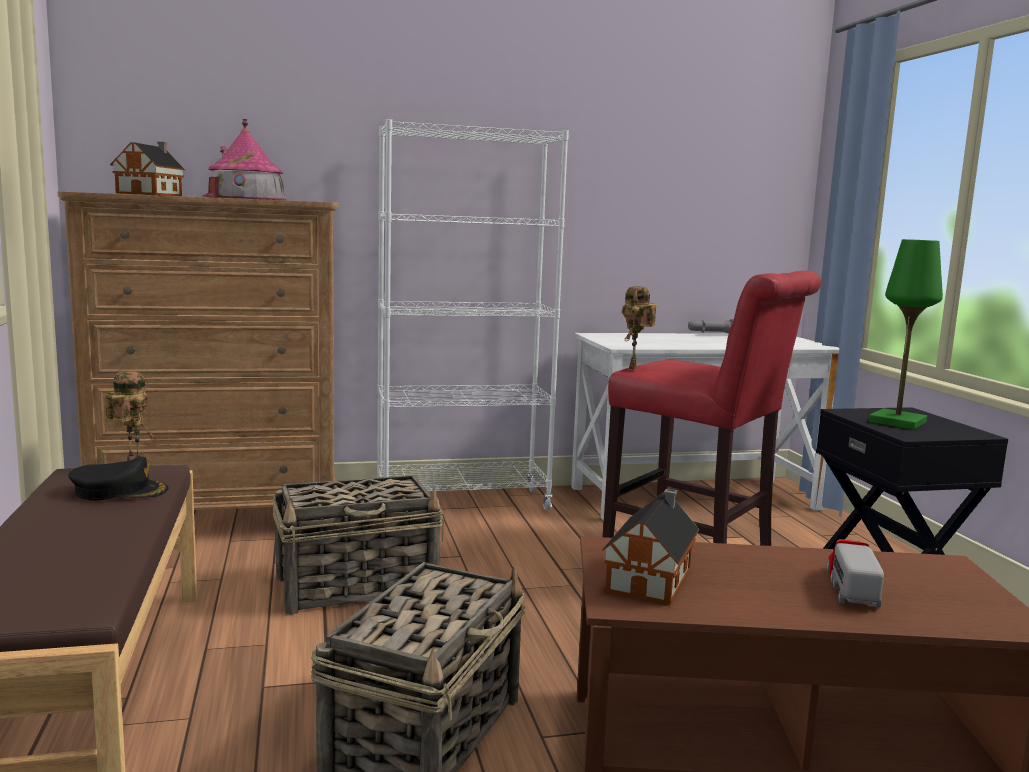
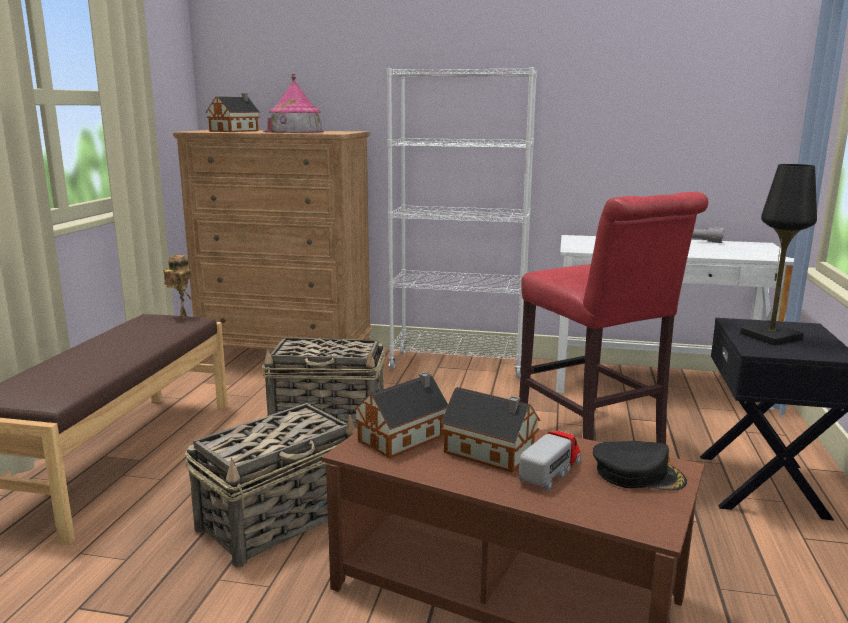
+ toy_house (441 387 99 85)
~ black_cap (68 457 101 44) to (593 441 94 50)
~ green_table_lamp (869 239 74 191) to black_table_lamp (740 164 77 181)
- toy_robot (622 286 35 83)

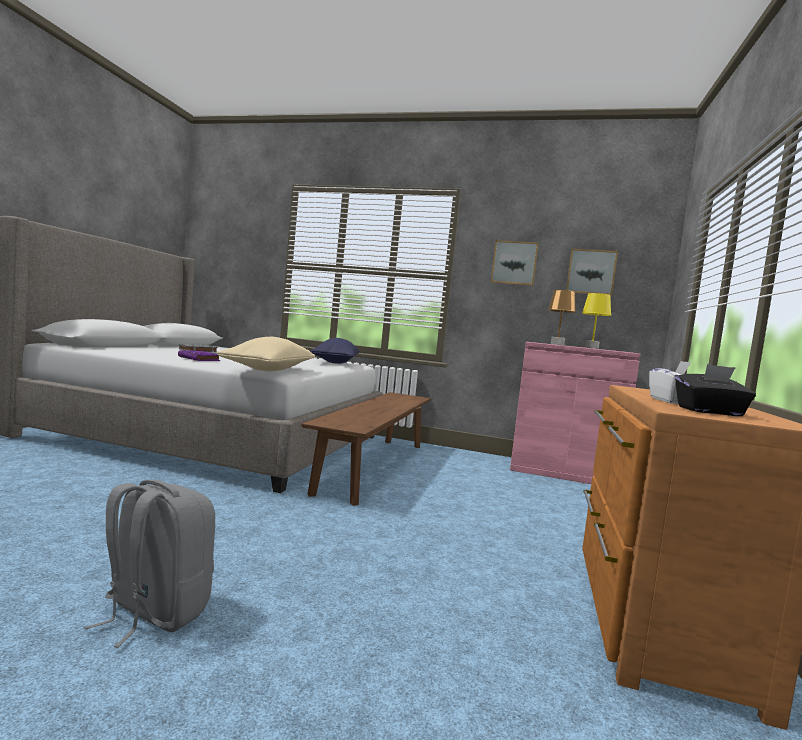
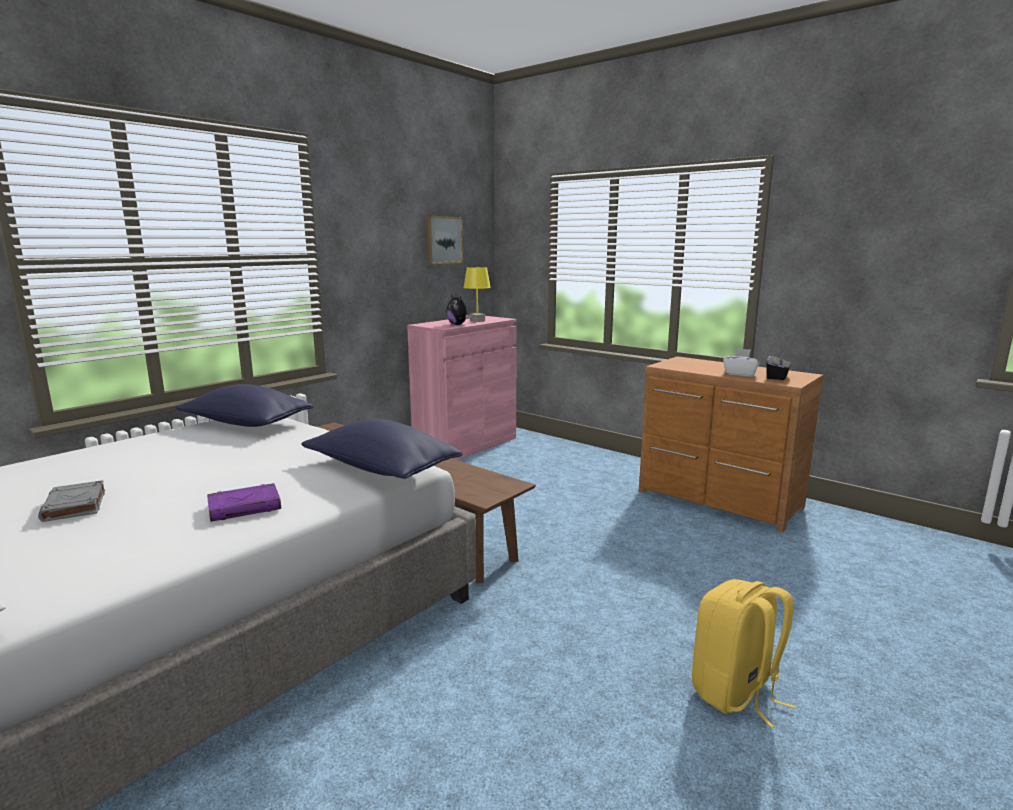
~ beige_pillow (217 337 98 34) to blue_pillow (301 419 162 60)
~ brown_table_lamp (548 290 28 55) to plush_toy (446 295 24 30)
~ grey_backpack (84 480 131 168) to yellow_backpack (692 579 103 149)
- picture (491 240 48 46)

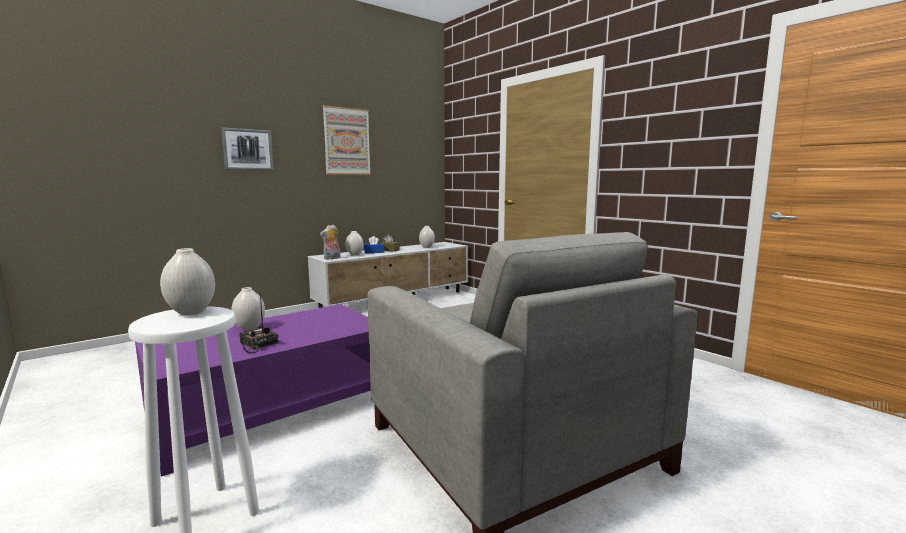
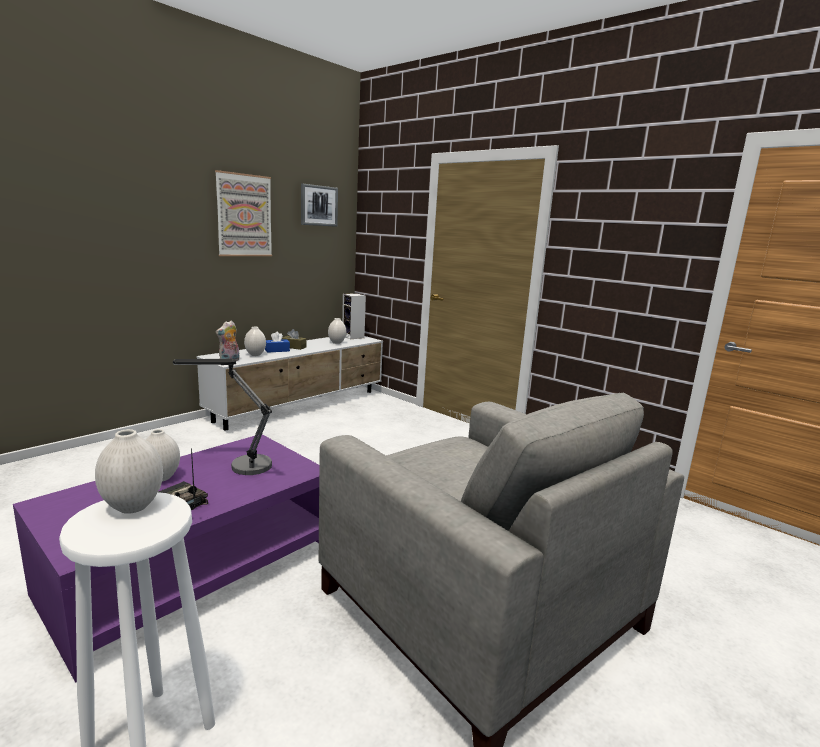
+ table_lamp (173 359 99 116)
~ picture (221 127 53 43) to (301 183 37 44)
+ speaker (342 293 24 46)

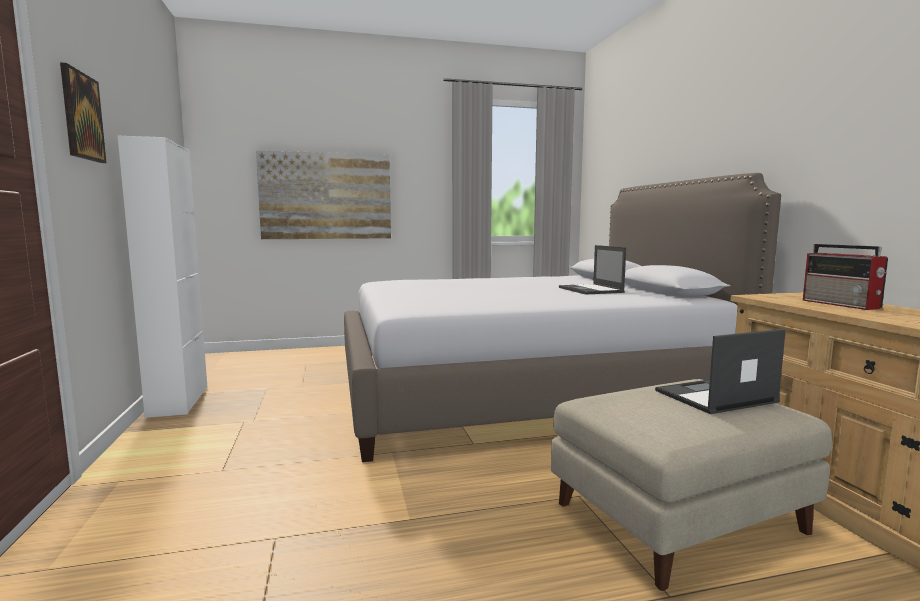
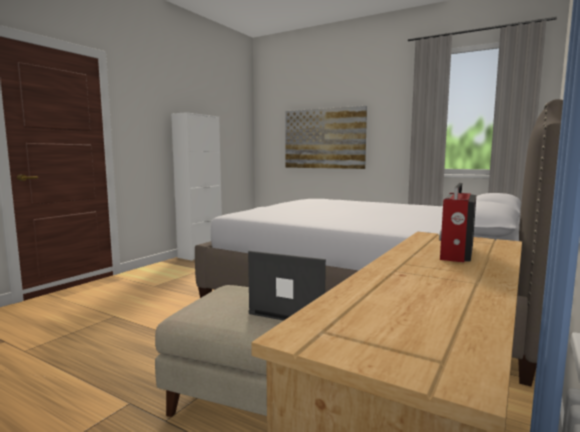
- picture (60 63 47 100)
- laptop (559 245 67 50)

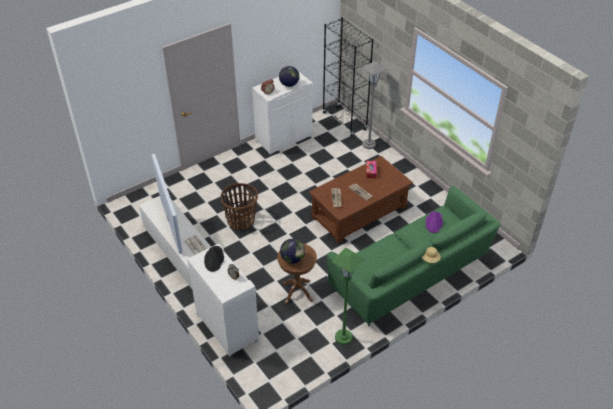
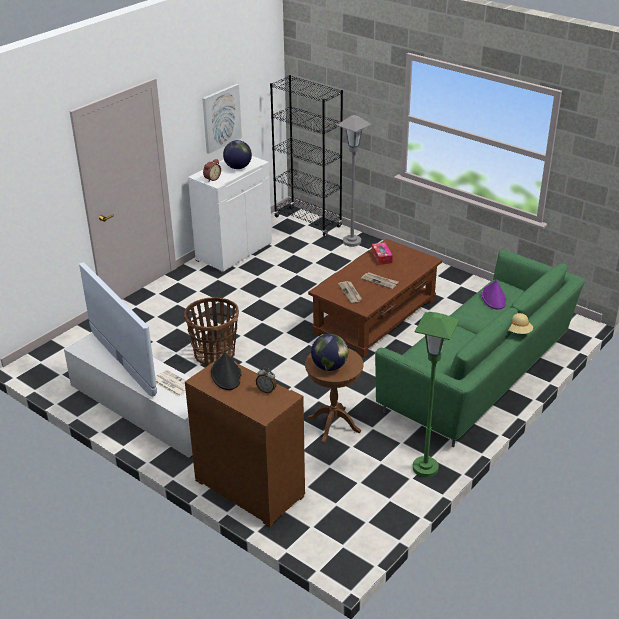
~ white_cabinet (187 244 72 113) to brown_cabinet (185 358 120 169)
+ picture (202 84 40 70)

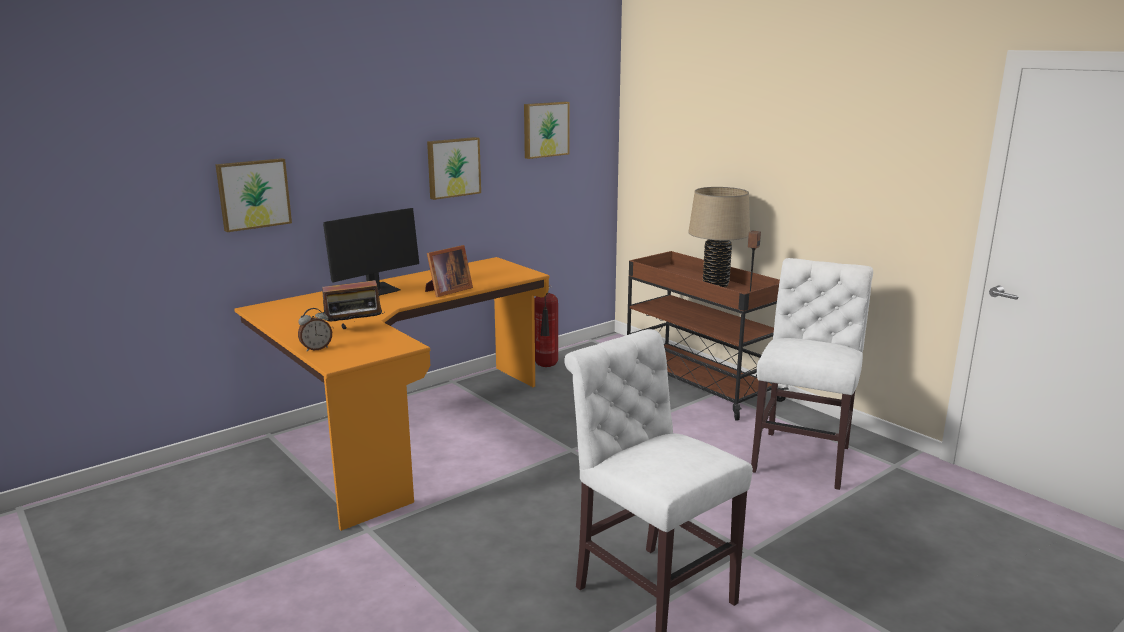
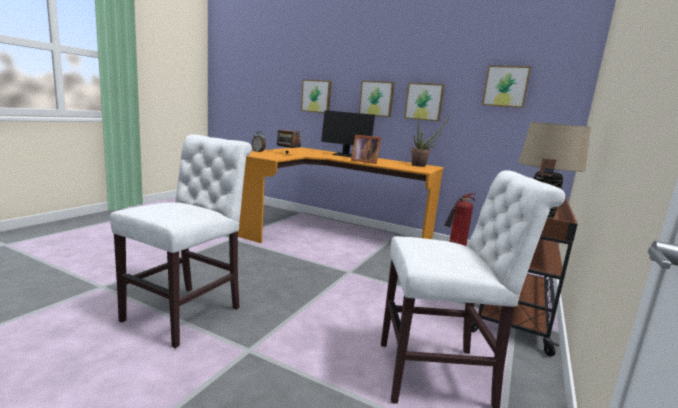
+ picture (359 81 35 36)
+ potted_plant (411 116 39 51)

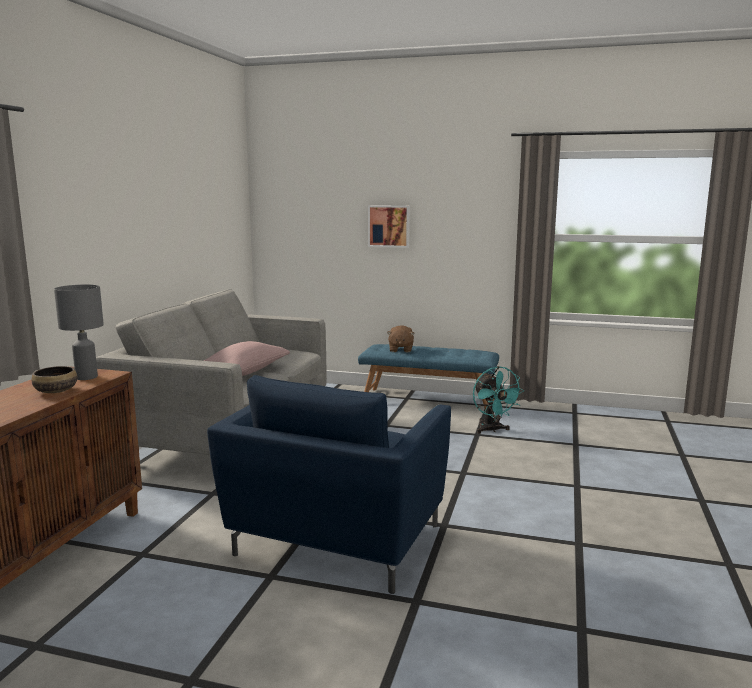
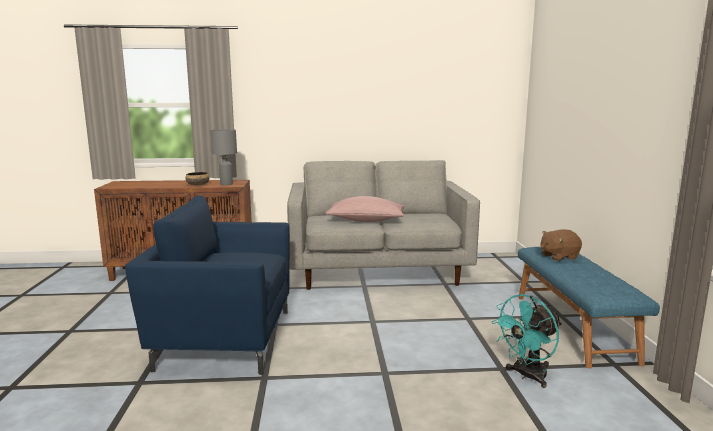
- picture (368 205 42 43)

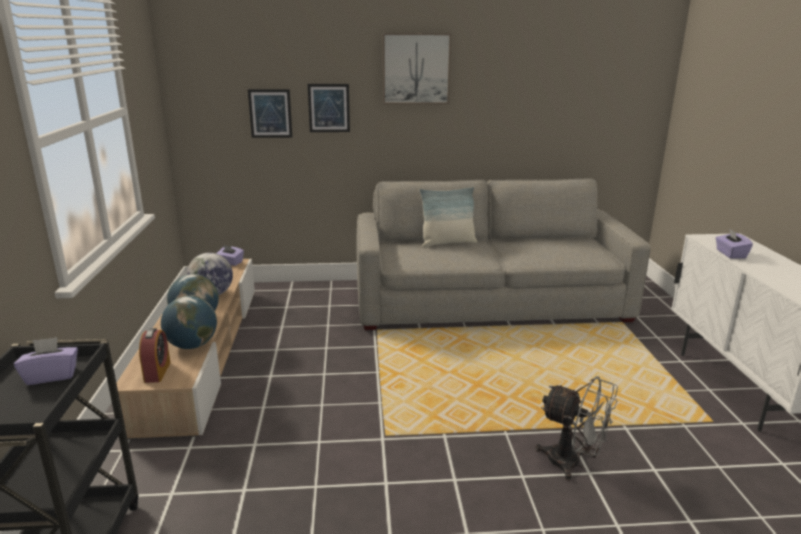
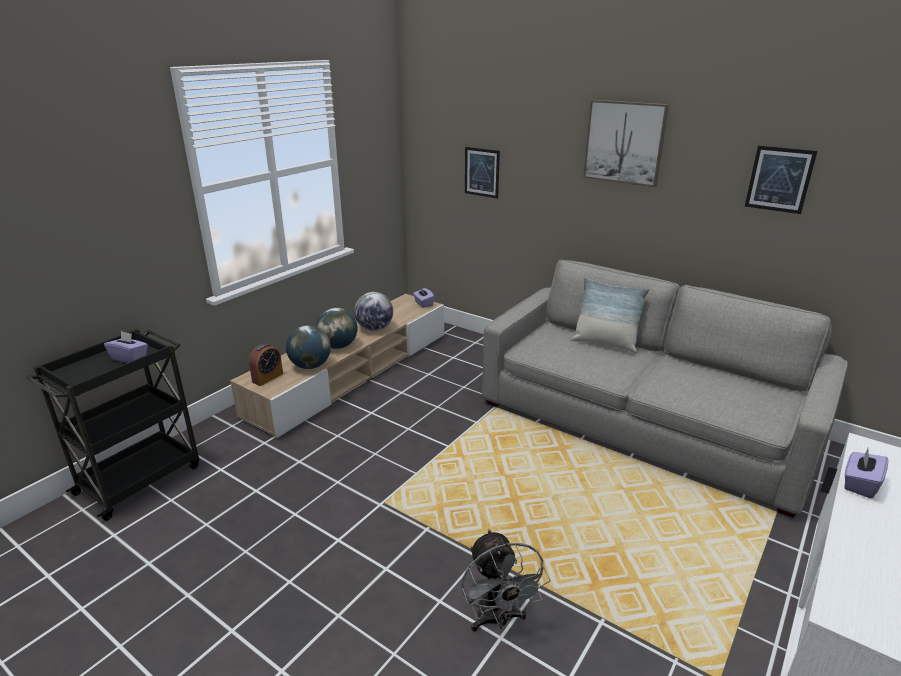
~ picture (308 84 42 48) to (745 146 72 68)

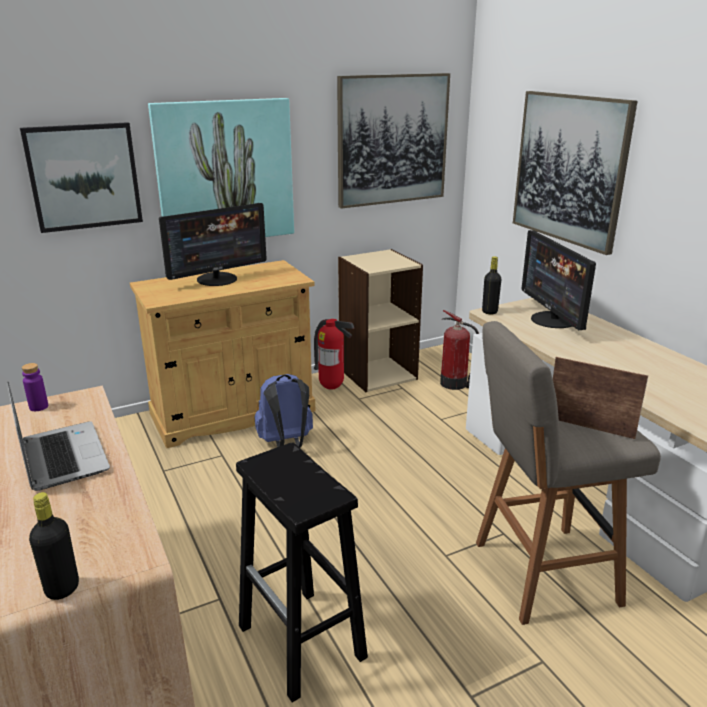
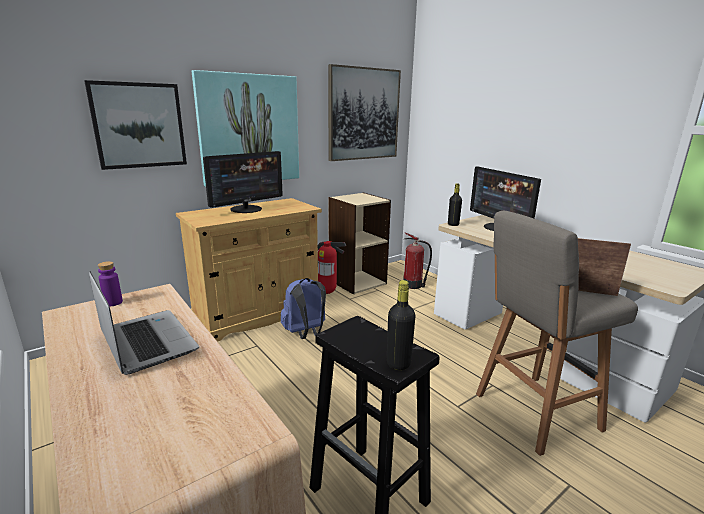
~ black_bottle (29 492 50 108) to (387 280 28 90)
- picture (513 91 125 164)

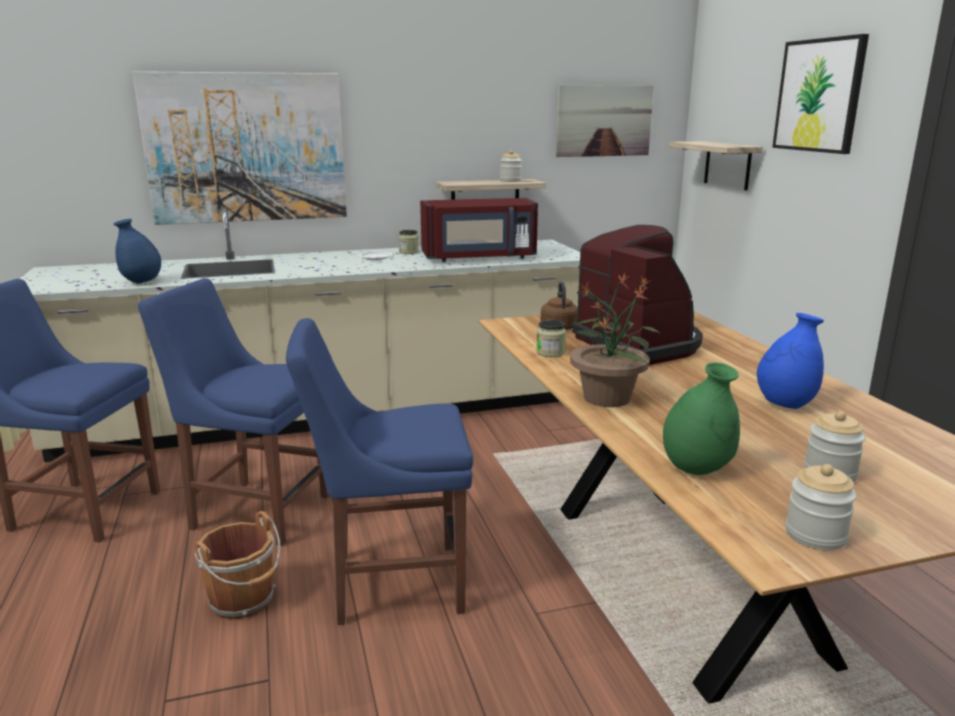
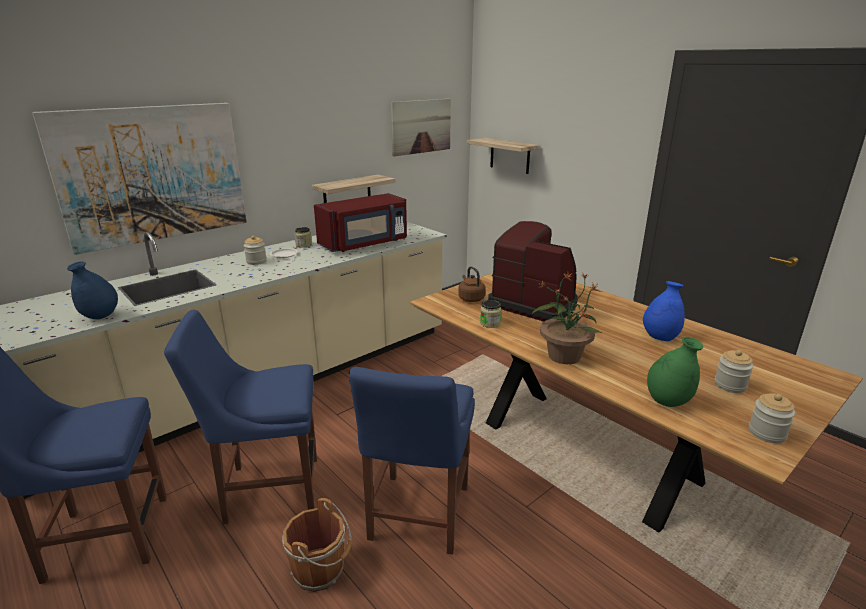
~ jar (500 150 22 32) to (244 236 23 29)
~ blue_chair (286 318 187 307) = (349 367 126 188) 45 degrees counterclockwise
- picture (772 34 97 120)

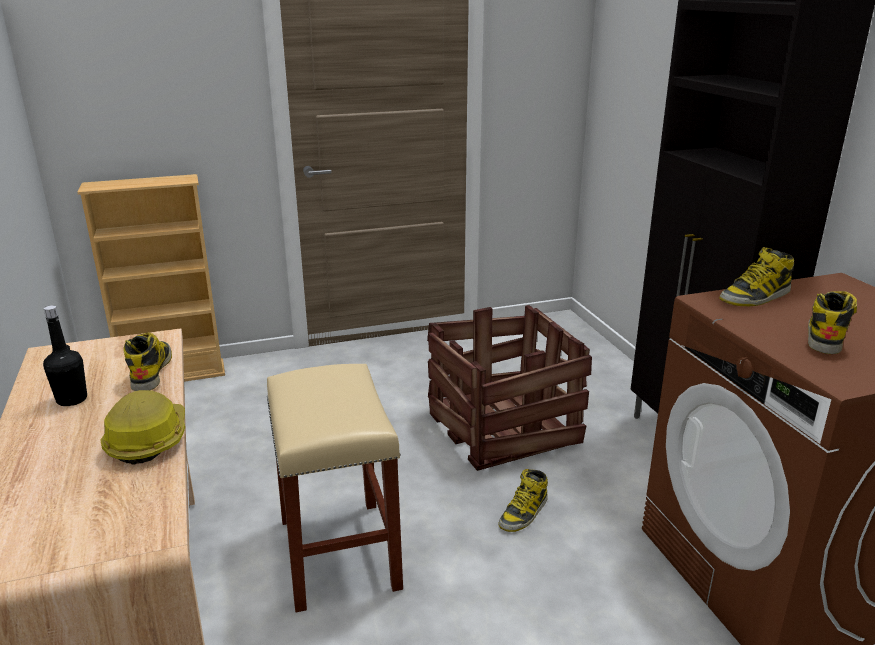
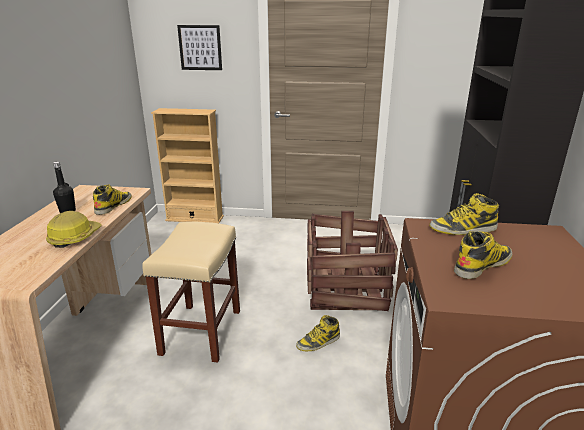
+ picture (177 25 45 45)

